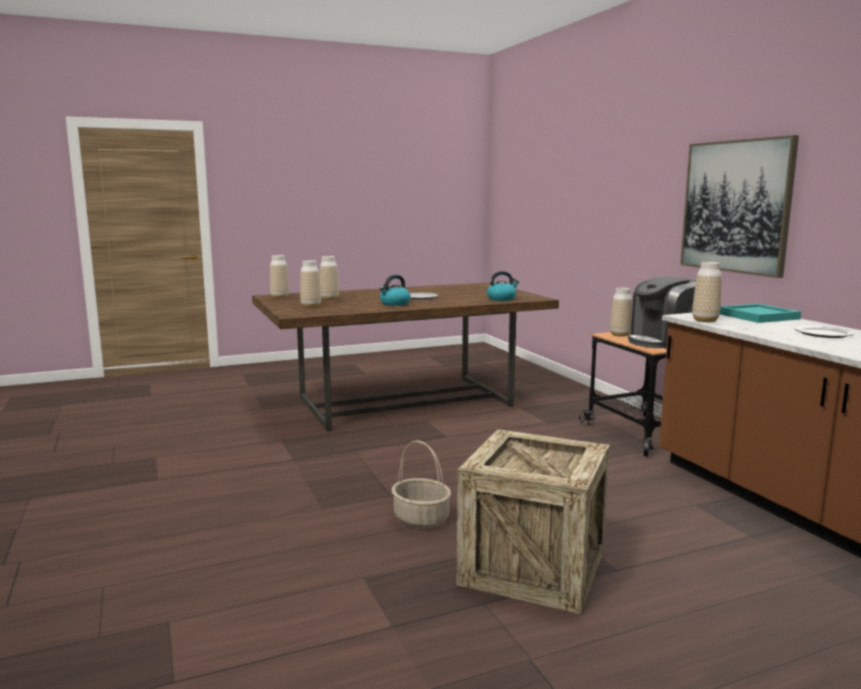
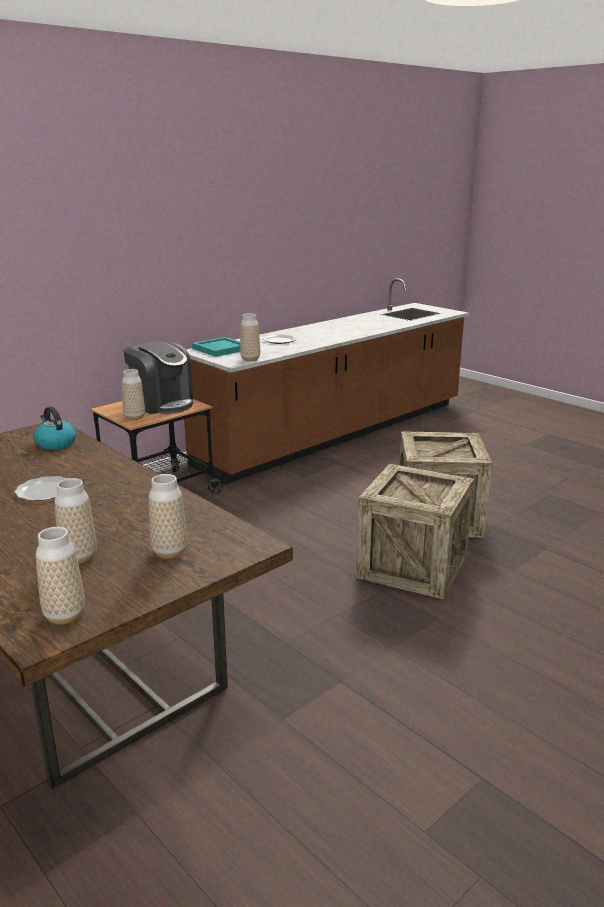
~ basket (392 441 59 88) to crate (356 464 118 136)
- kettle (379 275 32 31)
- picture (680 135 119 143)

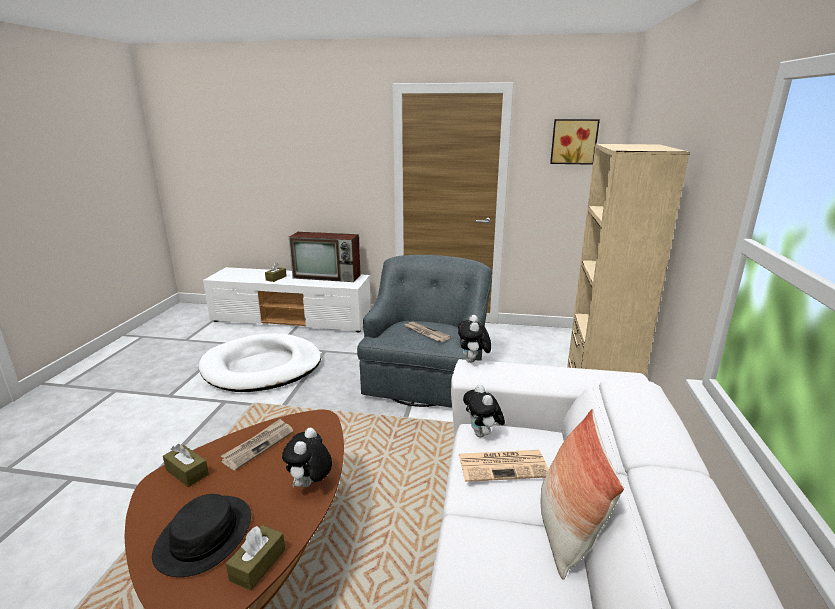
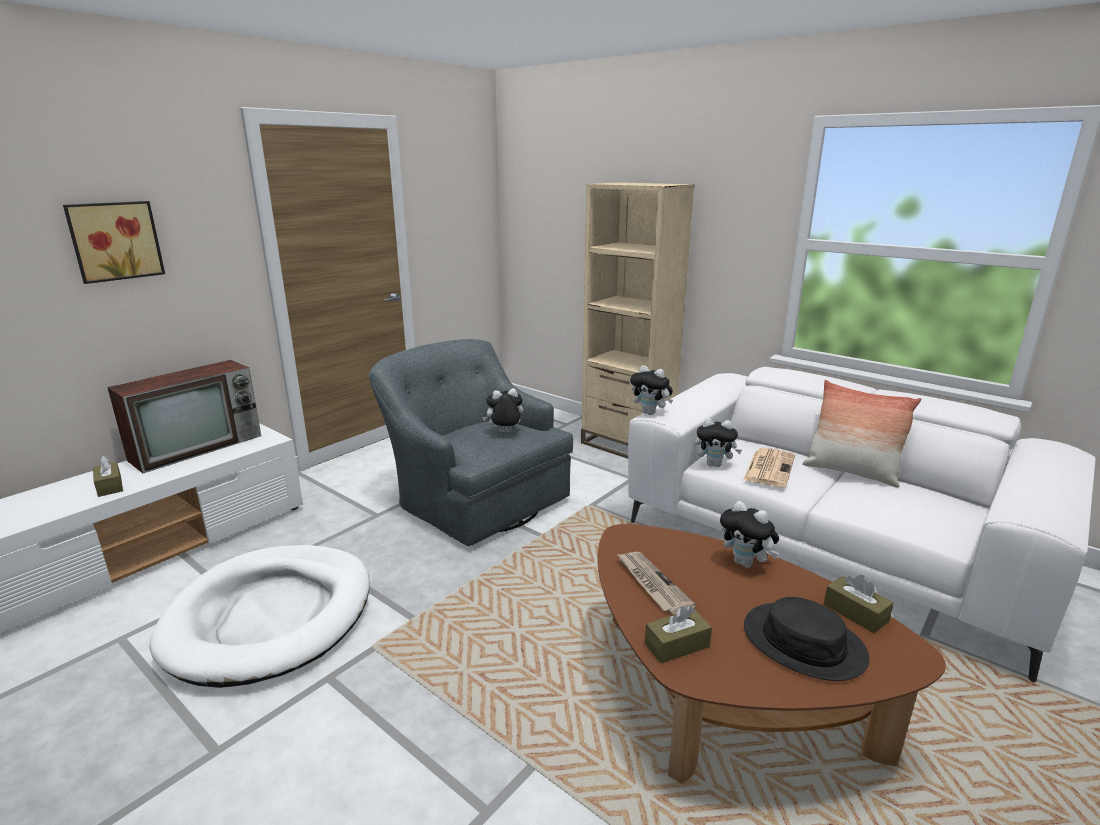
~ picture (550 119 50 46) to (63 201 102 83)
~ newspaper (405 322 46 20) to plush_toy (482 388 41 44)

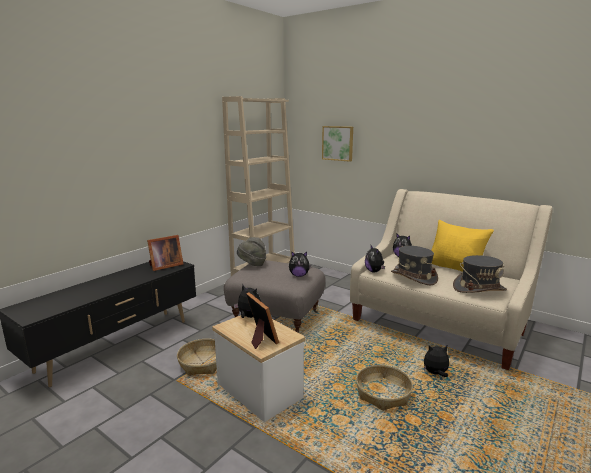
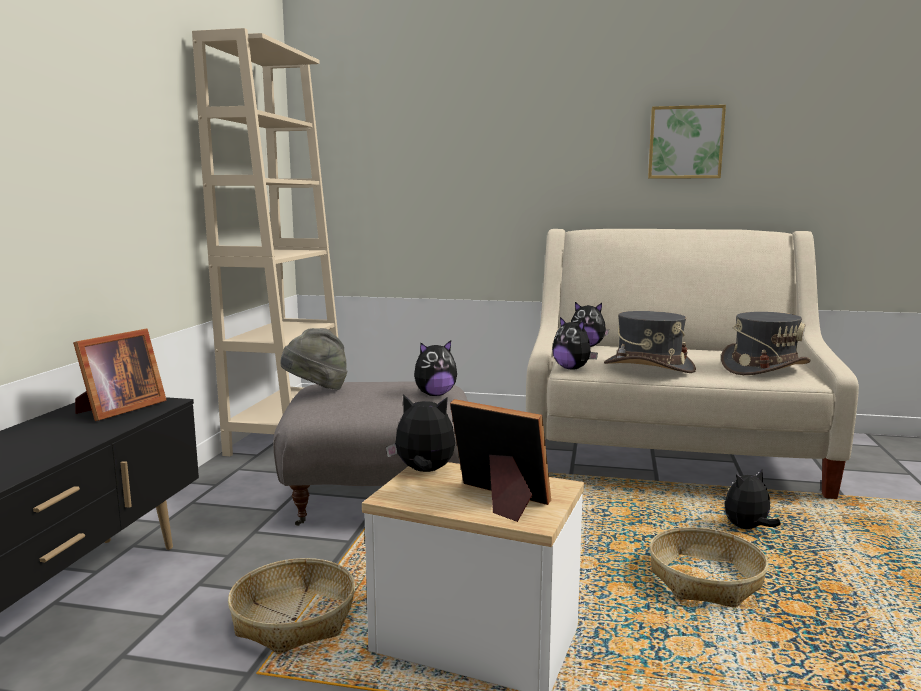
~ picture (322 126 31 36) to (648 105 78 74)
- yellow_pillow (431 220 63 52)

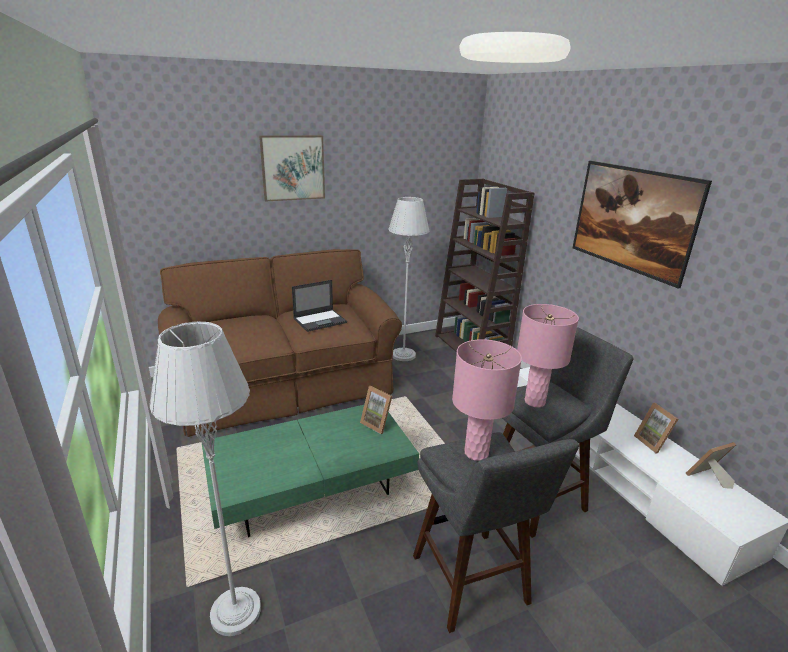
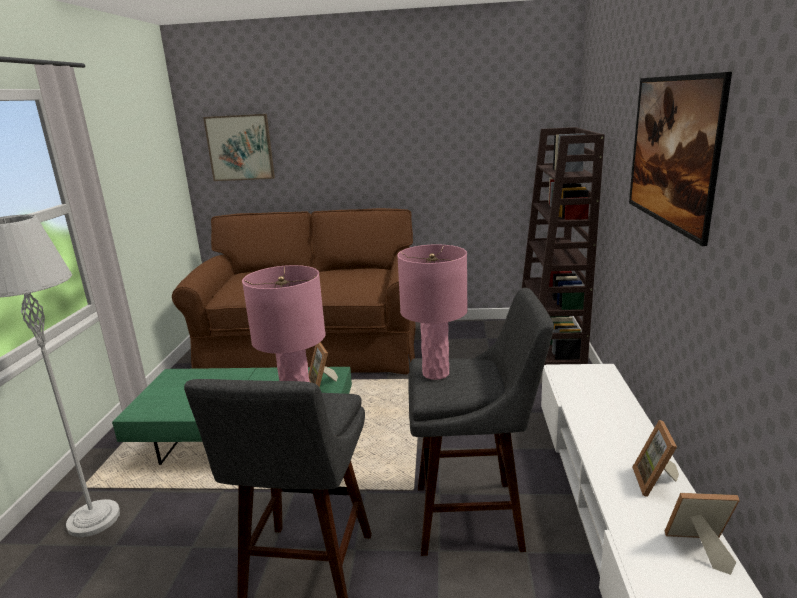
~ picture (259 135 66 67) to (203 114 72 67)
- laptop (292 280 55 52)
- grey_floor_lamp (389 197 40 164)

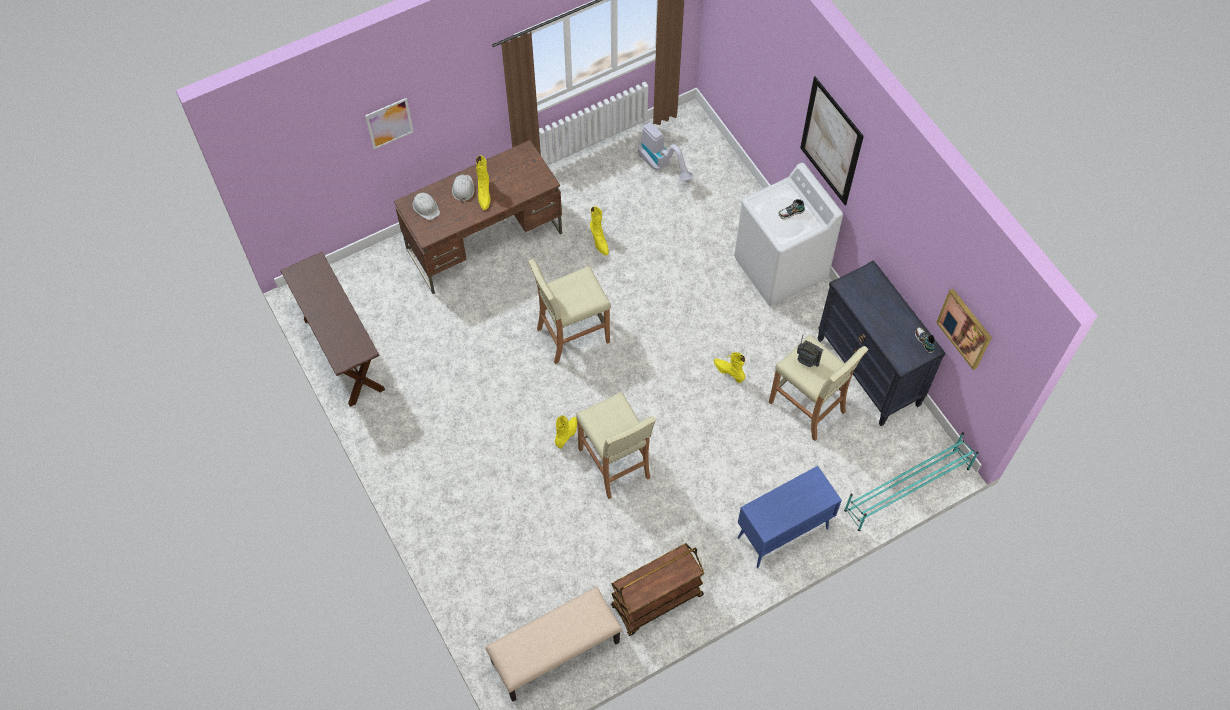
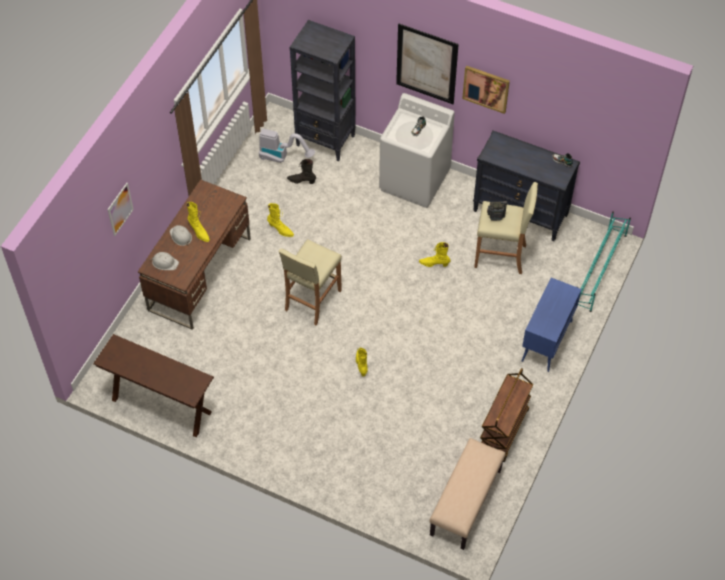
+ black_boot (287 159 29 25)
+ black_bookcase (289 20 67 142)
~ picture (936 289 56 81) to (462 66 48 48)
- beige_stool (576 392 80 107)

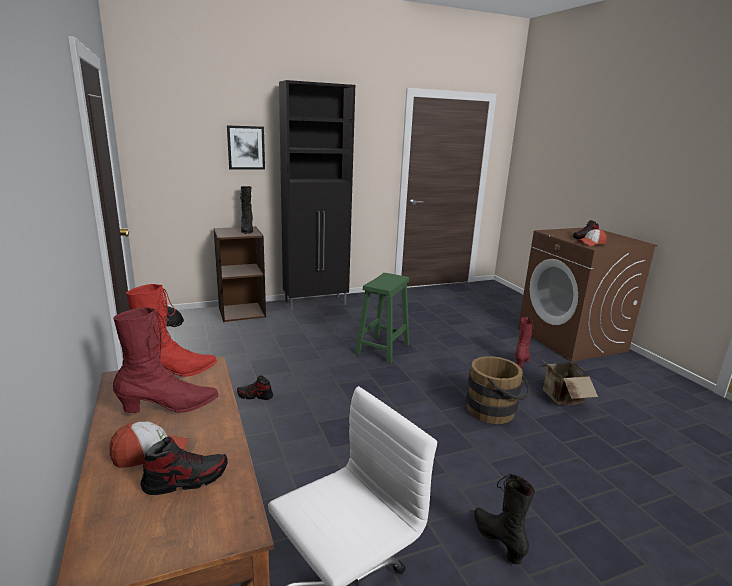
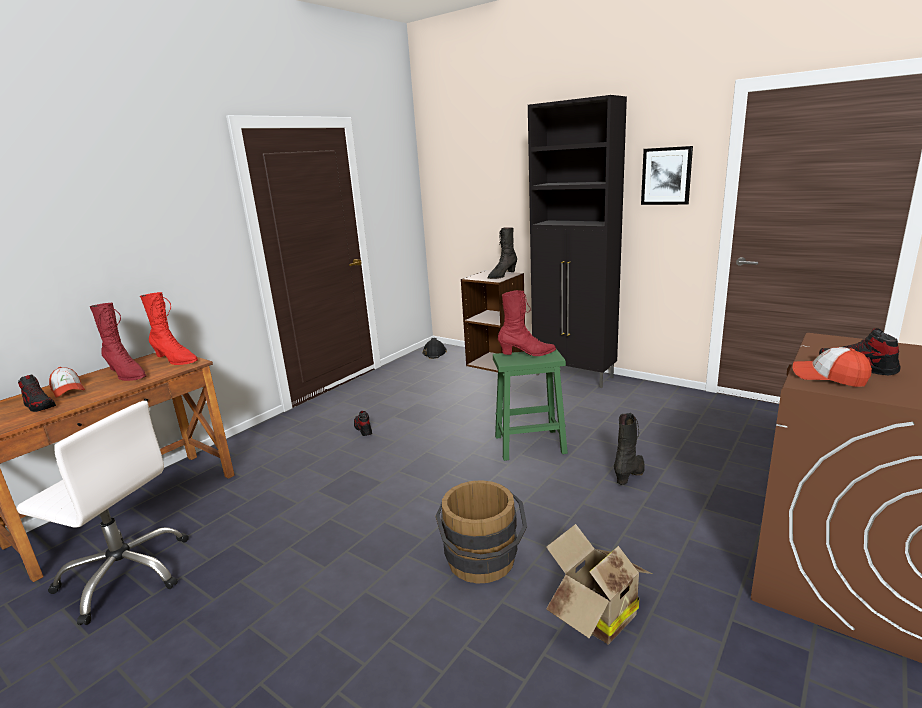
~ red_boot (515 317 18 50) to (498 290 58 66)
~ black_boot (474 473 61 92) to (614 413 31 72)
~ picture (227 125 38 45) to (641 146 52 59)

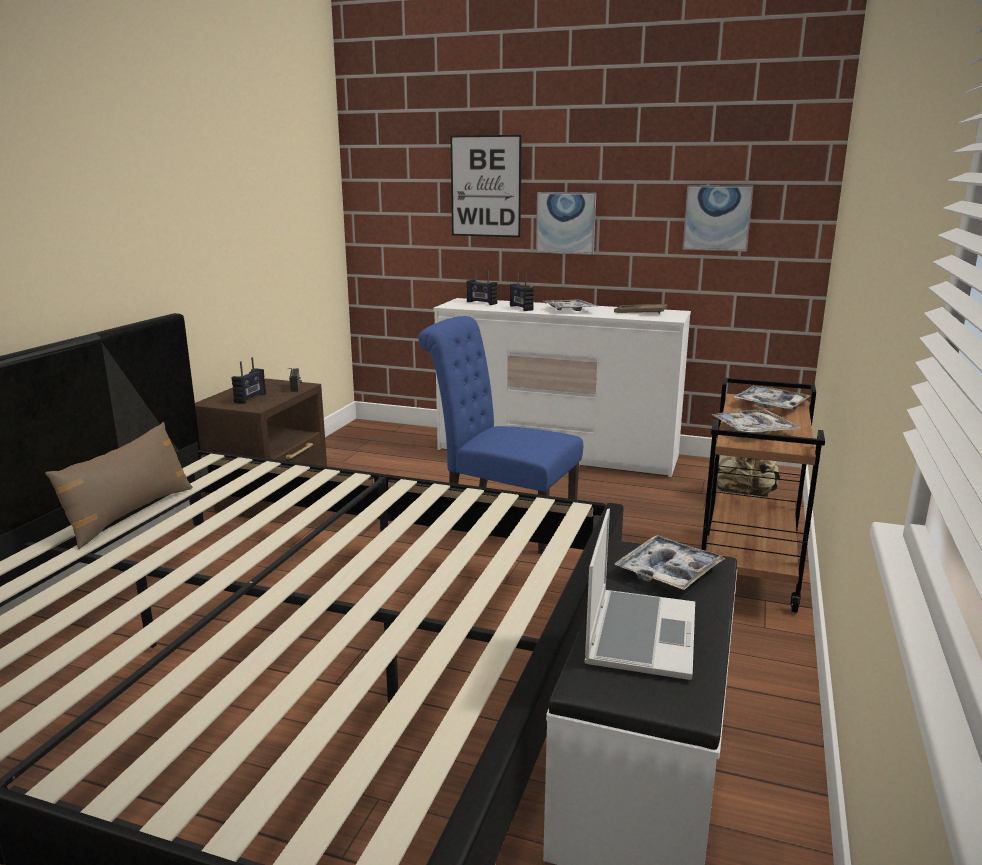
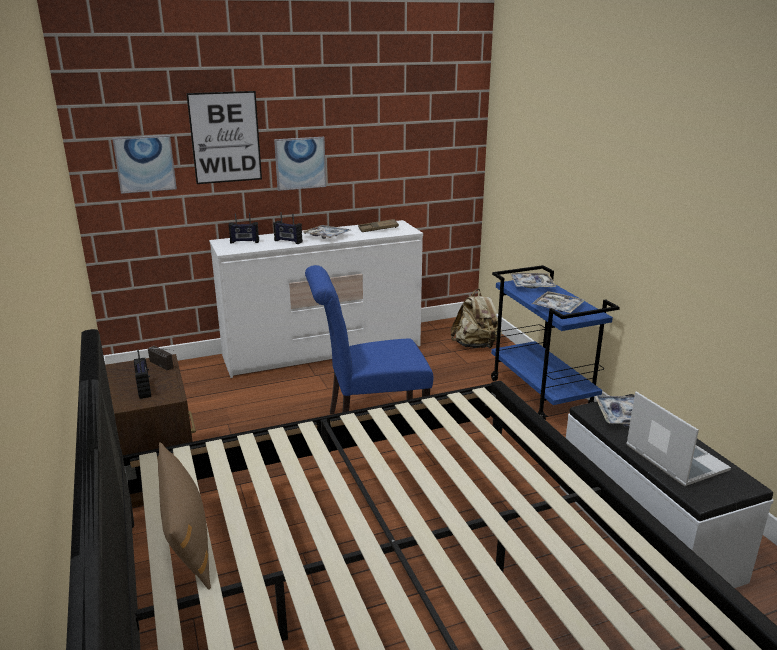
~ picture (682 185 72 67) to (112 135 65 59)
~ brown_cart (701 378 124 235) to blue_cart (491 265 129 155)

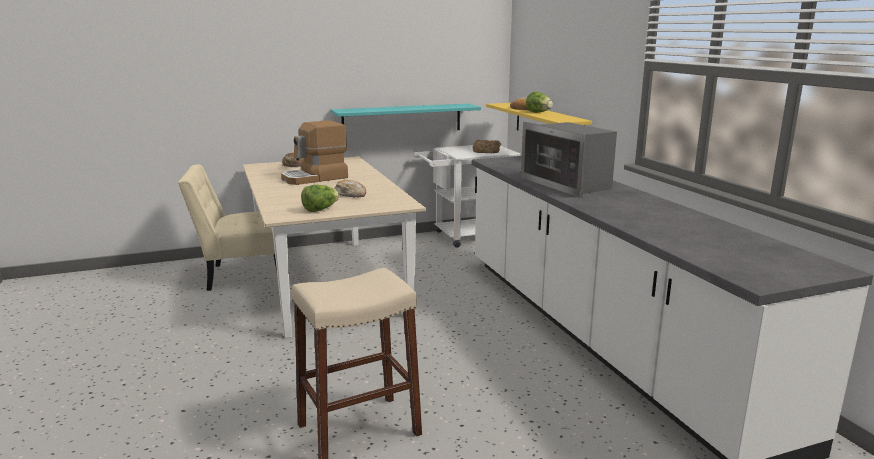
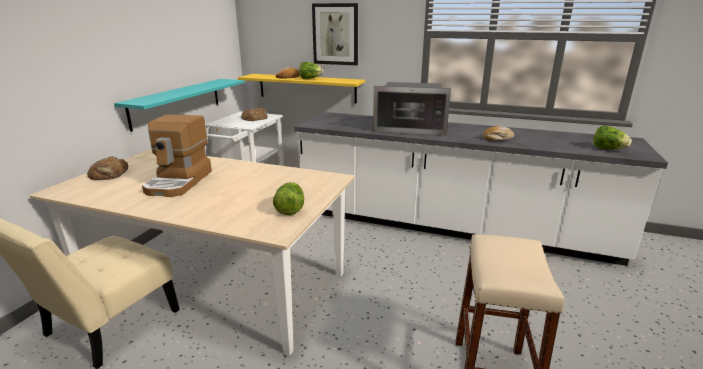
+ picture (312 3 46 62)
~ bread (334 180 32 18) to (483 126 32 15)
+ lettuce (593 126 39 23)

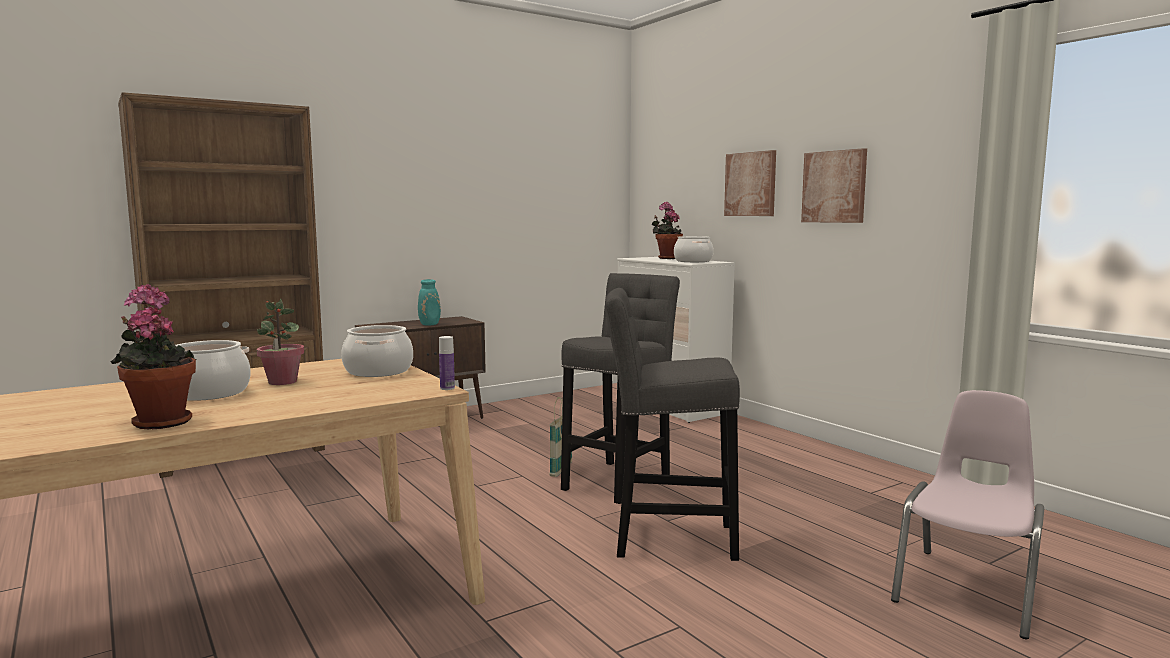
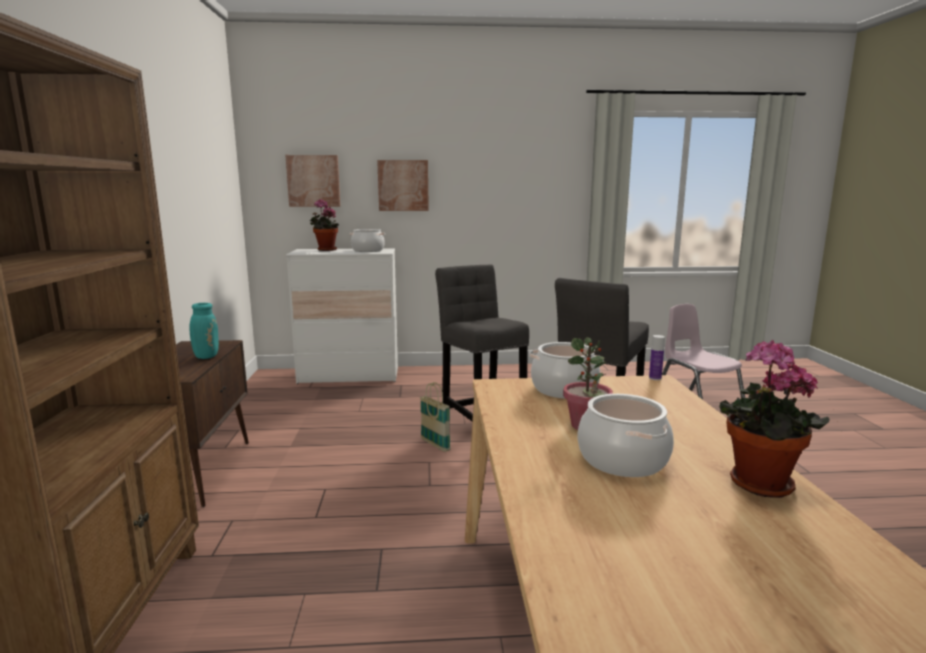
~ picture (801 148 66 75) to (286 155 54 52)

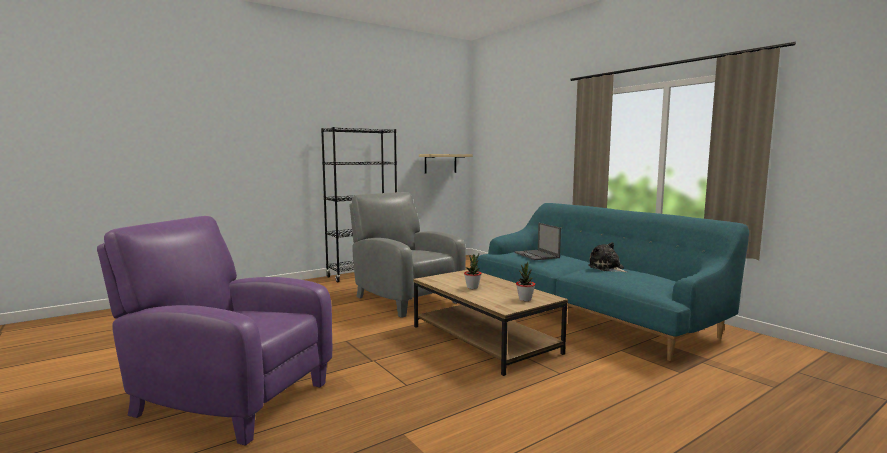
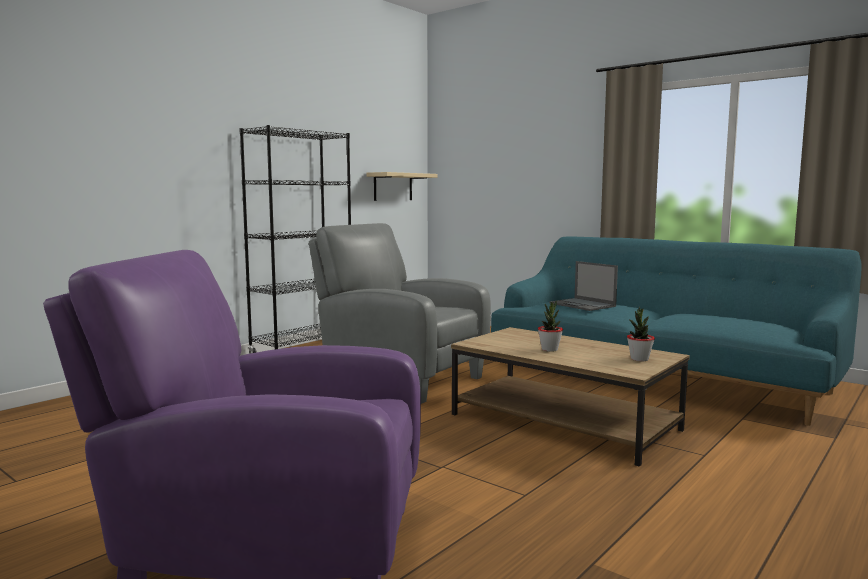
- plush_toy (588 242 39 30)

